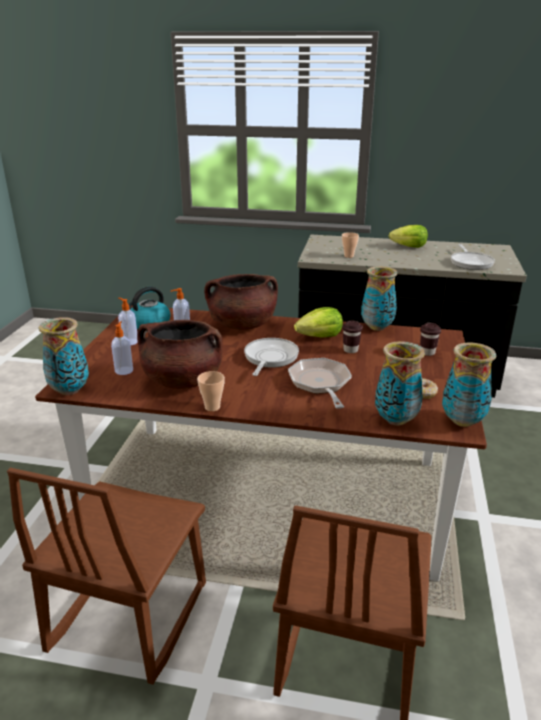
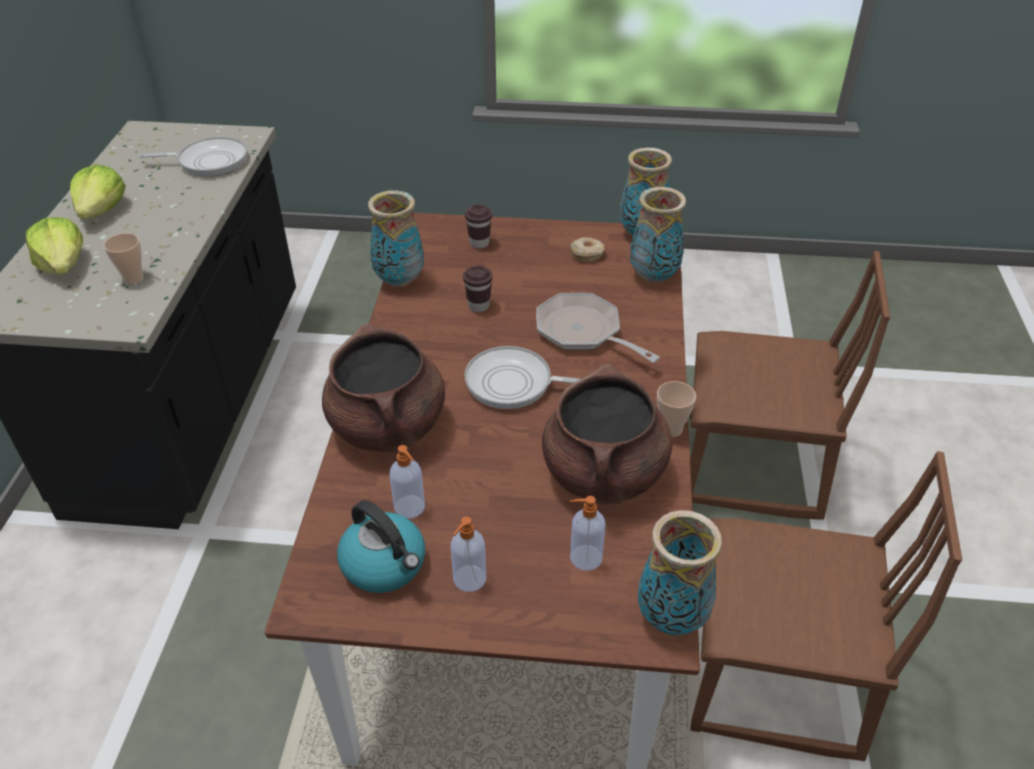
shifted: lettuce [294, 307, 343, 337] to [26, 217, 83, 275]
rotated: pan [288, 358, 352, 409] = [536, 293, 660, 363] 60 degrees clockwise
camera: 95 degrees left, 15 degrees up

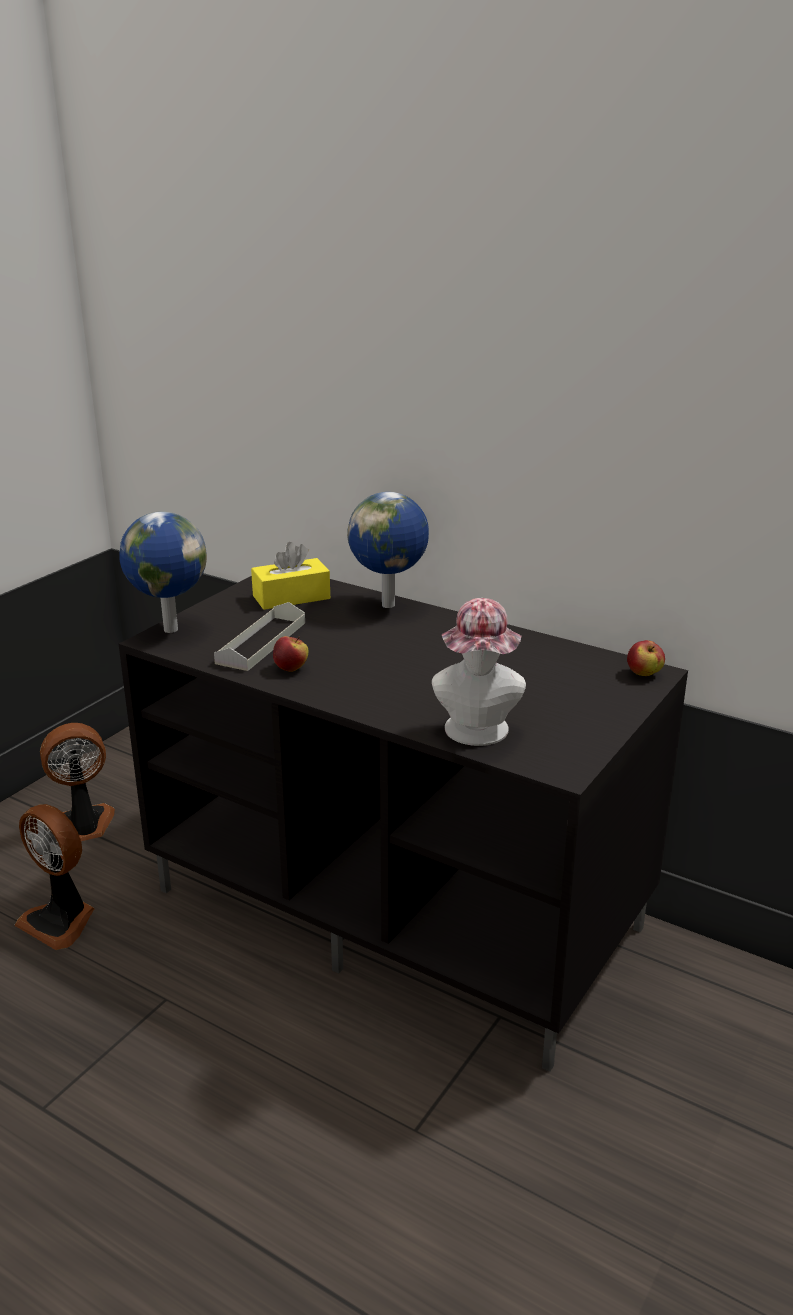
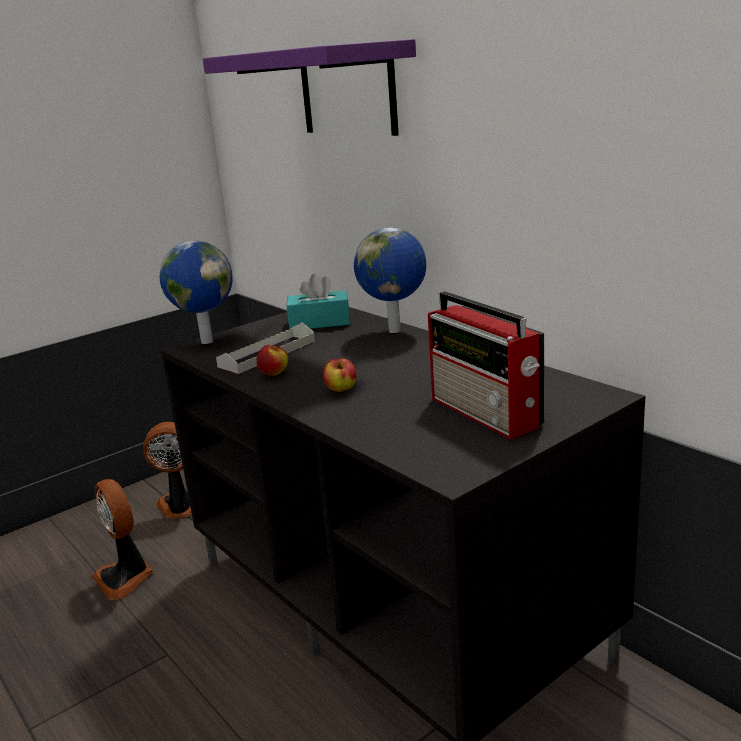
gone: hat [432, 598, 526, 746]
new: purple_bracket_shelf [203, 39, 416, 136]; radio_set [428, 291, 544, 440]
shifted: whole_apple [627, 640, 665, 676] to [323, 358, 356, 392]
repainted: yellowish_box_of_tissues [251, 542, 330, 610] to blue-green_box_of_tissues [287, 273, 350, 329]
camera: 20 degrees right, 5 degrees down

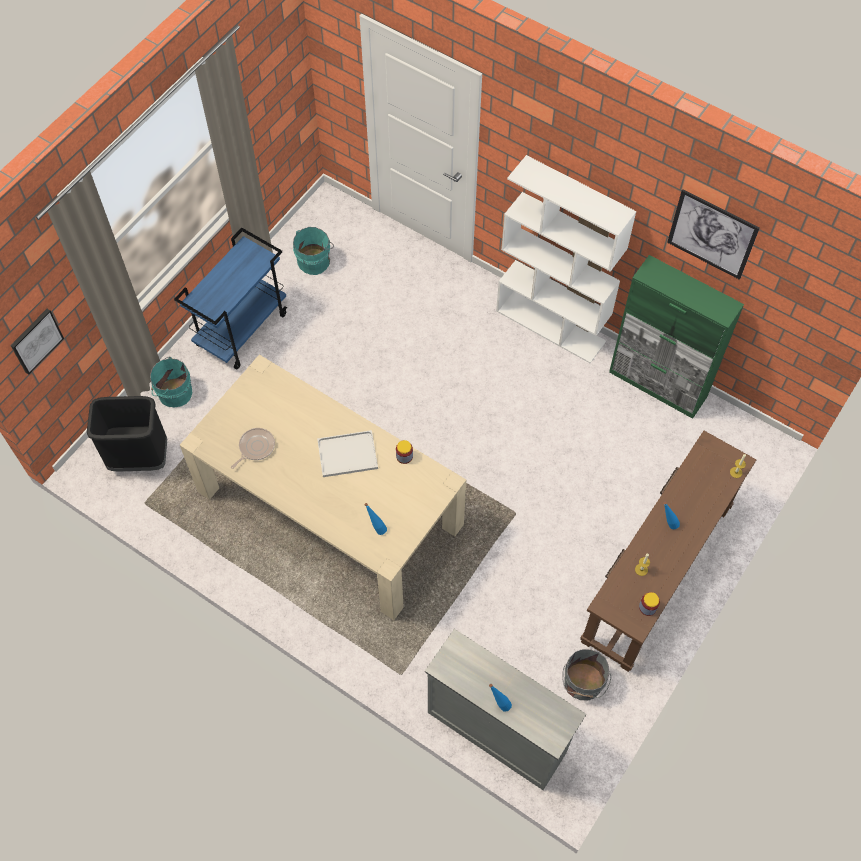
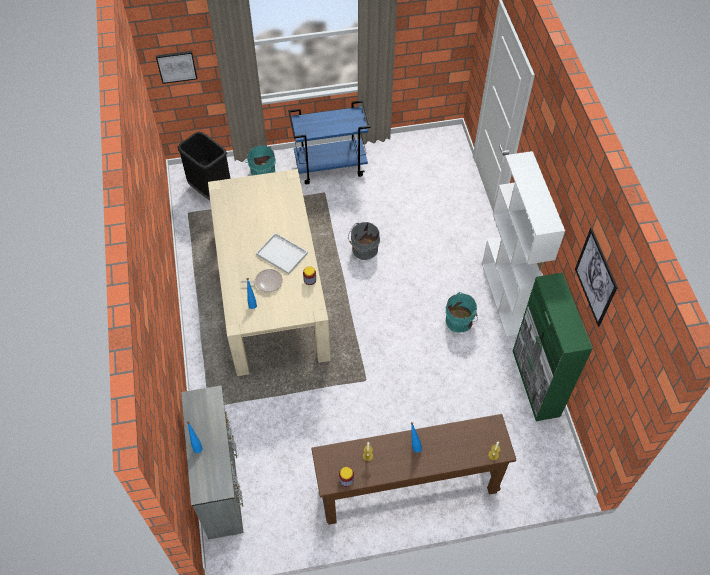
shifted: pan [231, 428, 275, 469] to [241, 269, 283, 292]; grey_pail [562, 649, 611, 701] to [348, 222, 380, 260]; blue-green_pail [293, 227, 334, 275] to [446, 292, 478, 333]
camera: 45 degrees right, 5 degrees down

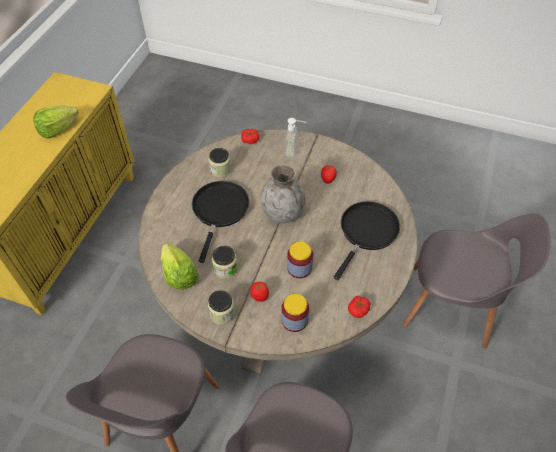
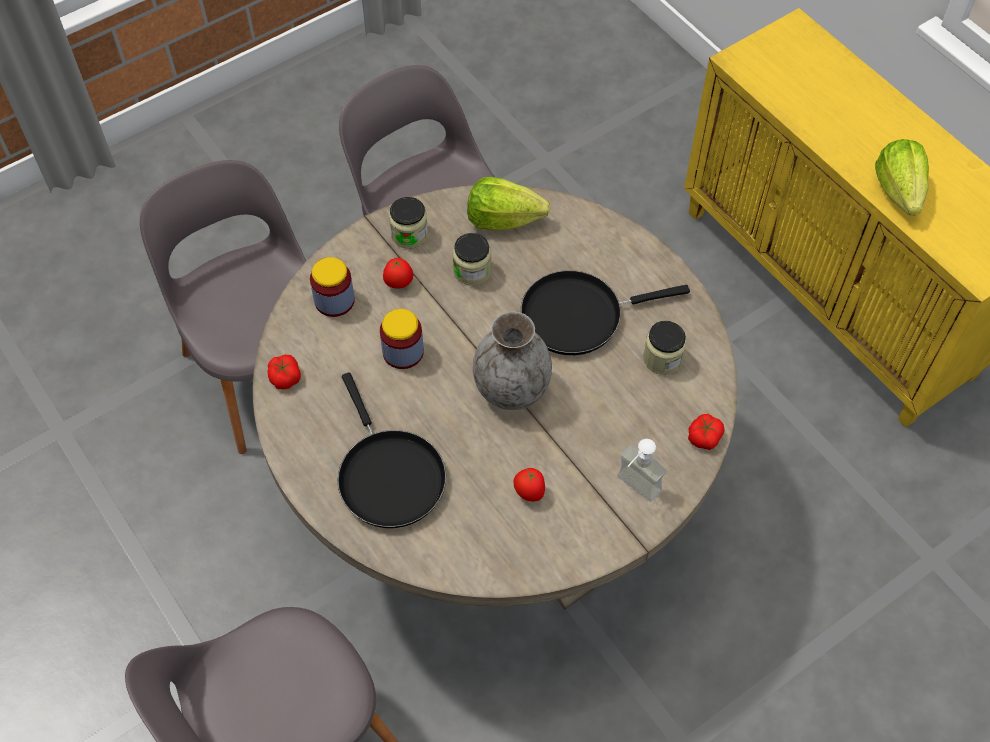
rotated: black-coloured_pan [192, 181, 249, 263] = [521, 270, 690, 355] 120 degrees clockwise
camera: 125 degrees right, 5 degrees up

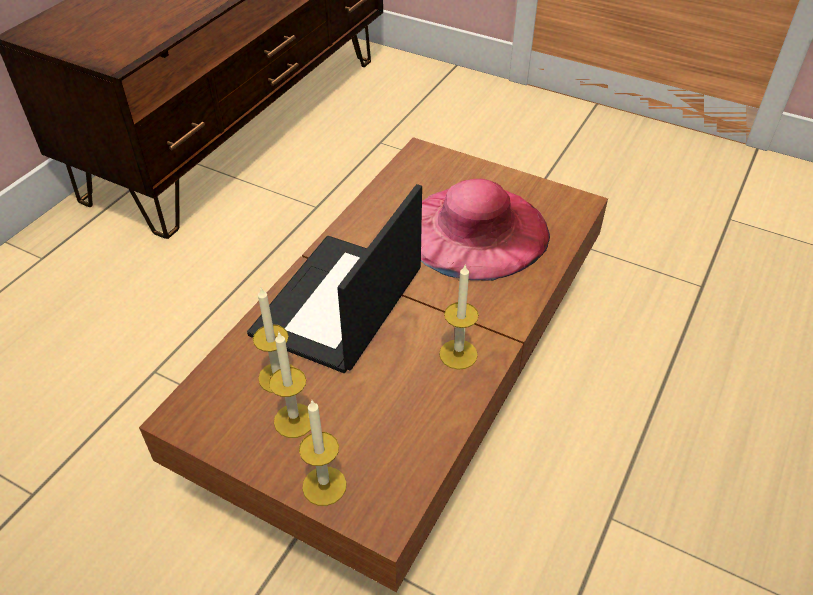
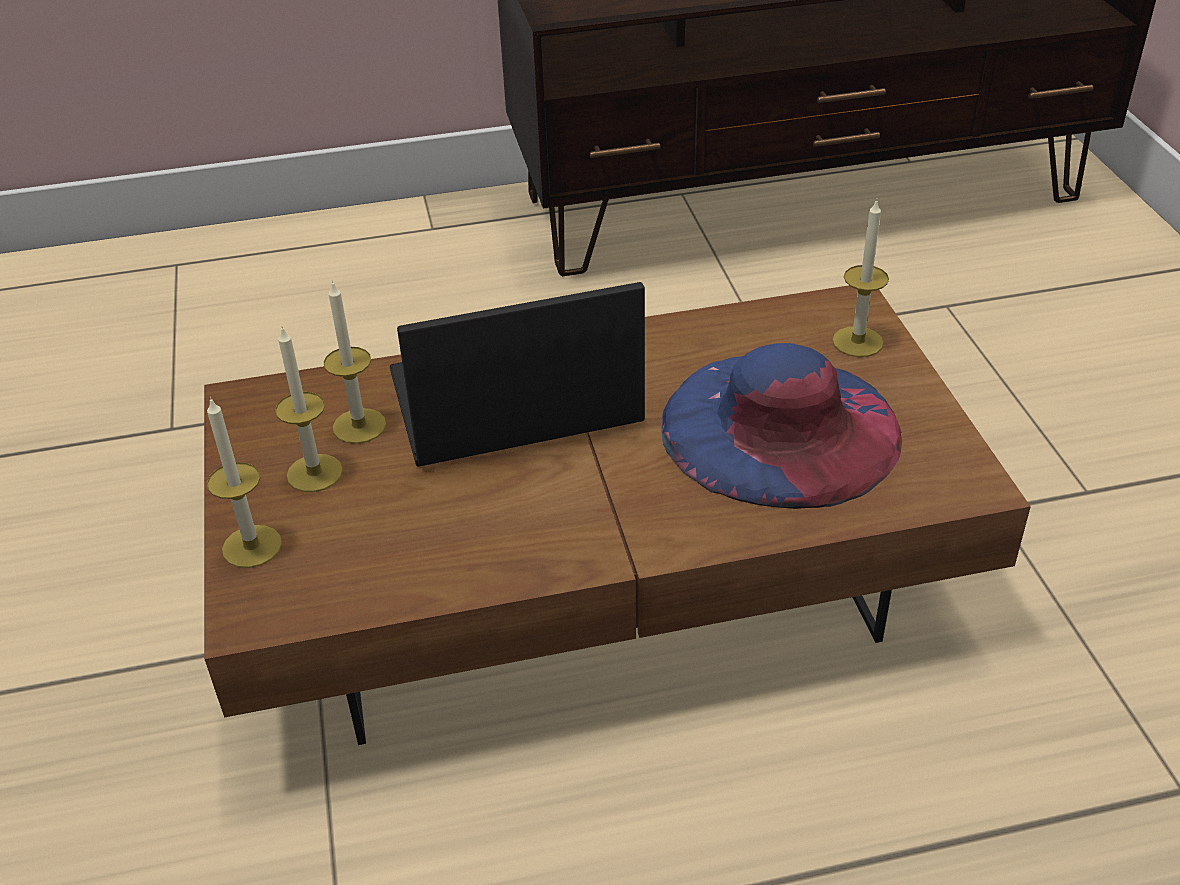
shifted: candle [439, 265, 479, 370] to [832, 199, 889, 357]
repainted: pink_hat [421, 179, 550, 281] to blue-coloured_hat [661, 343, 902, 509]
camera: 50 degrees right, 5 degrees down

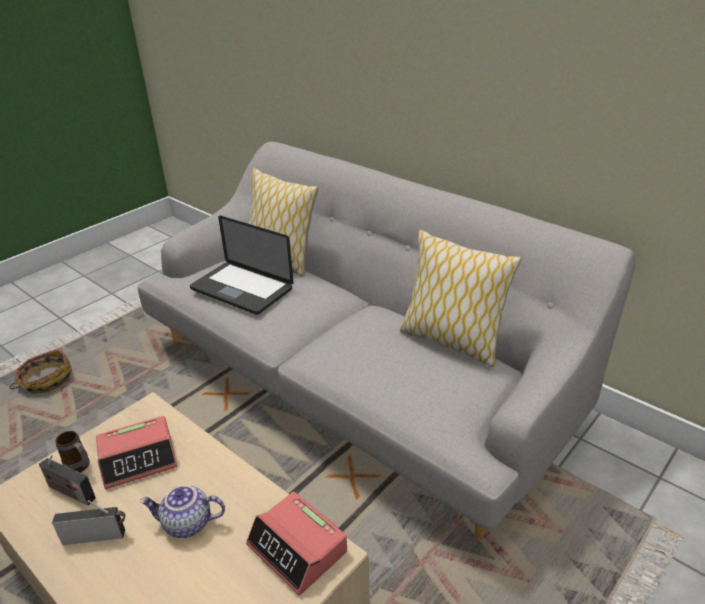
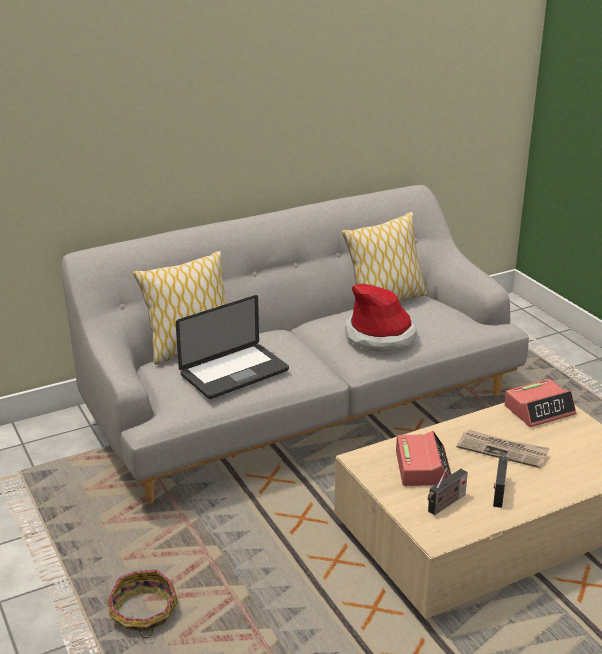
gone: tea_mug [55, 431, 90, 473]
new: hat [345, 284, 417, 352]
swapped: tea_pot [140, 485, 225, 538] to newspaper [457, 430, 550, 468]
camera: 70 degrees left, 5 degrees down

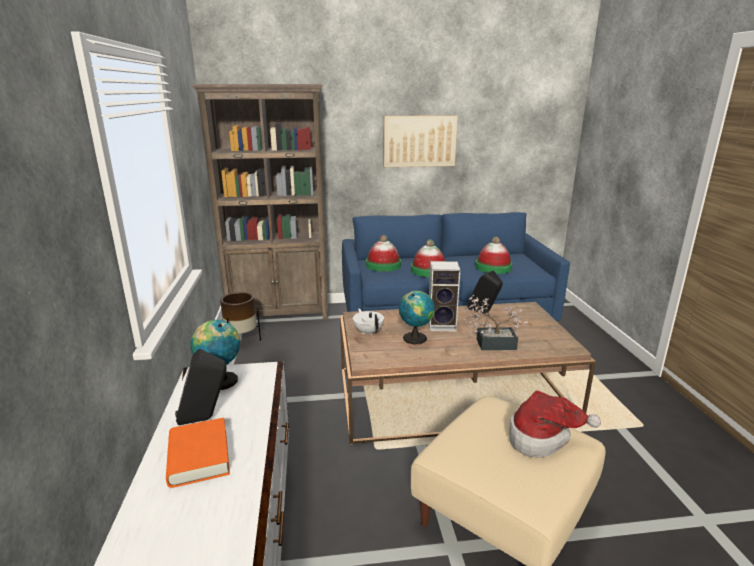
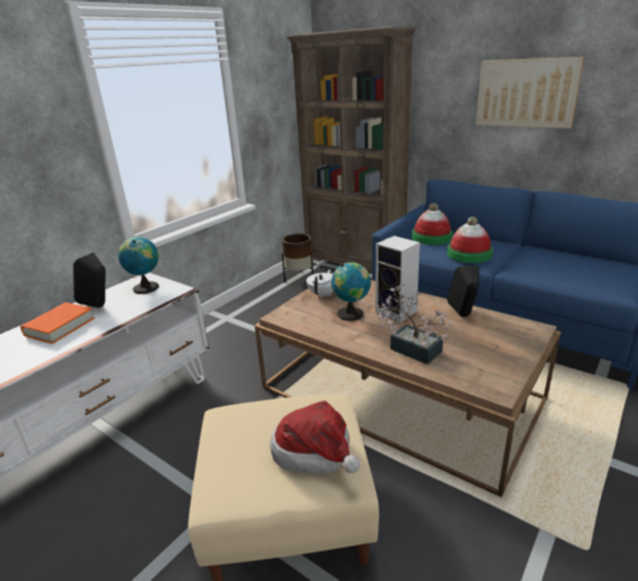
gone: hat [475, 237, 512, 274]
camera: 45 degrees right, 5 degrees up

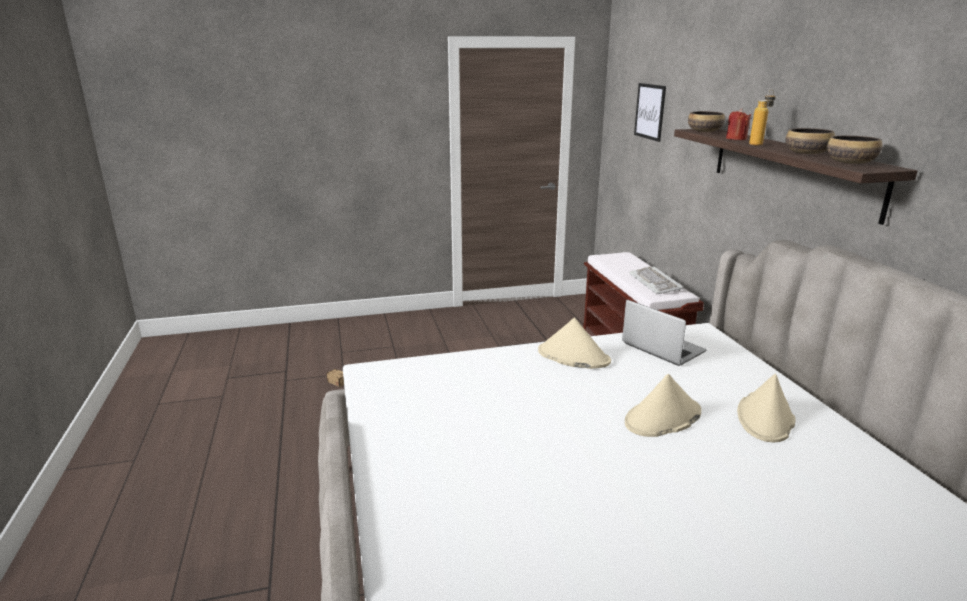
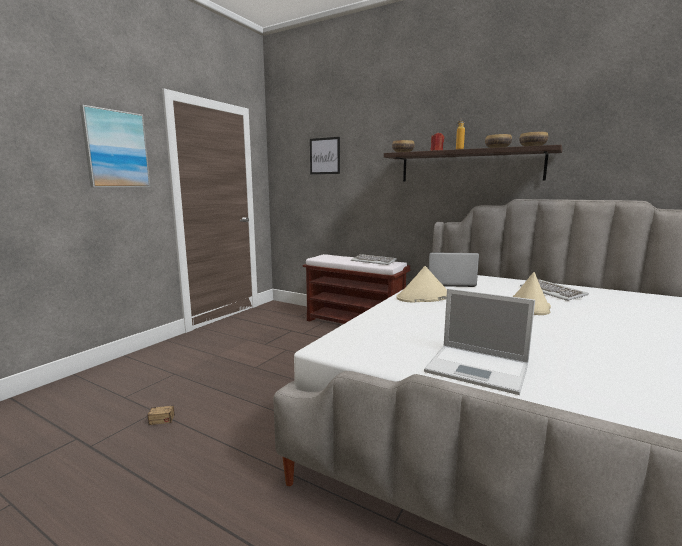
new: wall_picture [80, 105, 151, 187]; laptop [424, 288, 535, 395]
swapped: beige-coloured_hat [737, 374, 796, 442] to PC_keyboard [520, 280, 589, 301]
camera: 45 degrees left, 10 degrees down

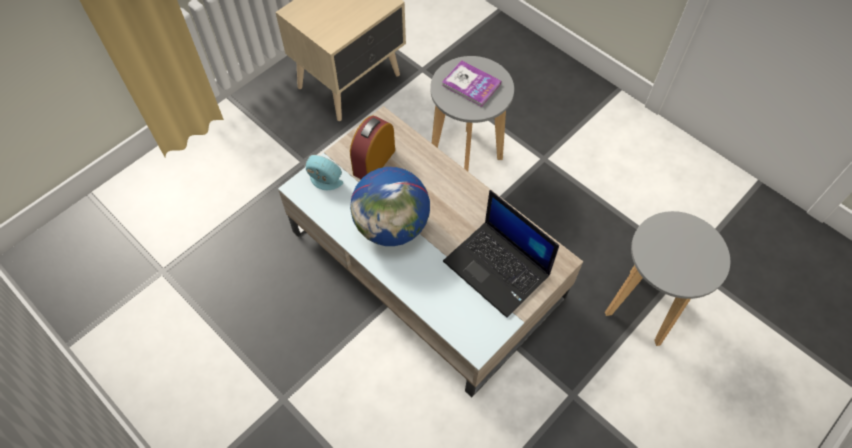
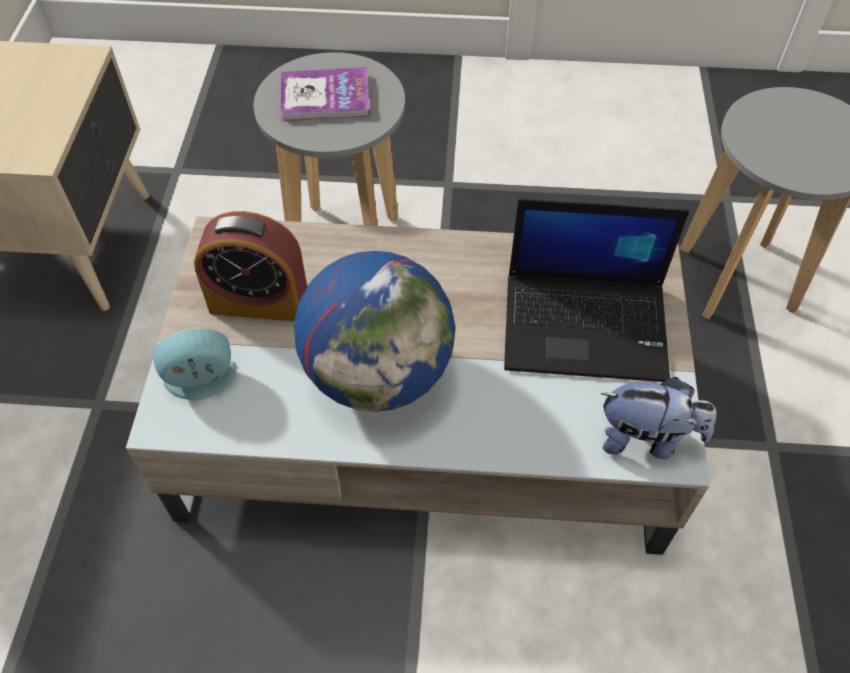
new: cuddly_toy [601, 377, 717, 459]
rotated: table_clock [350, 116, 395, 179] = [194, 211, 307, 321] 75 degrees counterclockwise
camera: 40 degrees left, 5 degrees down

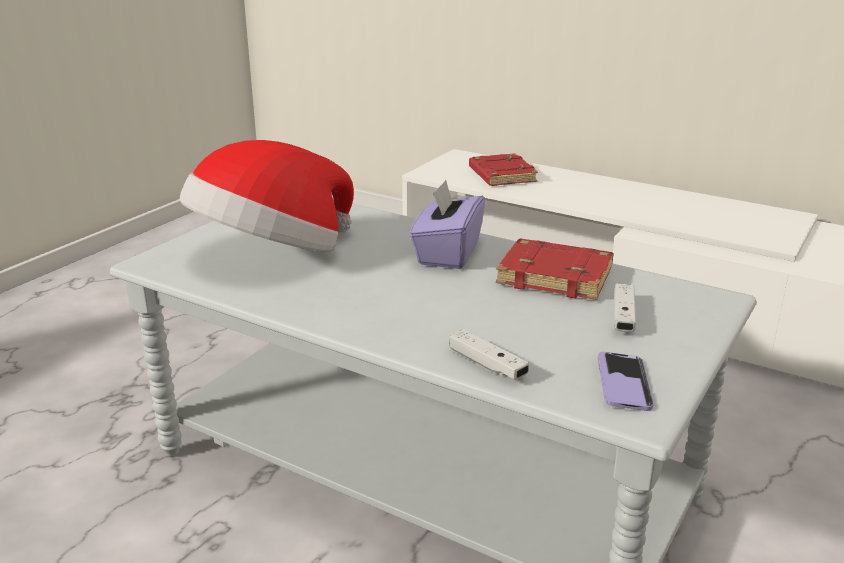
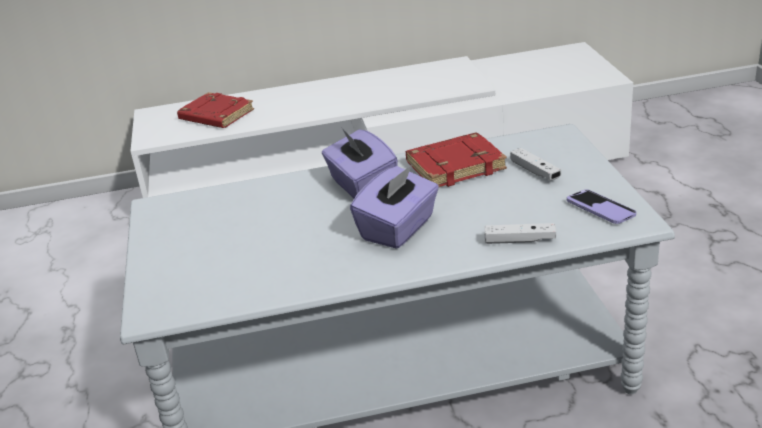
gone: hat [180, 140, 354, 252]
new: purple_box_of_tissues [350, 165, 439, 249]
camera: 40 degrees left, 5 degrees up

